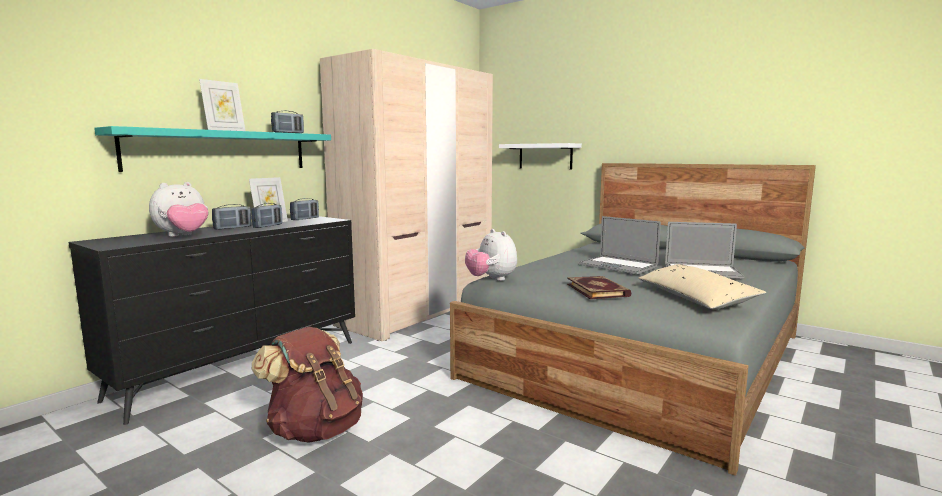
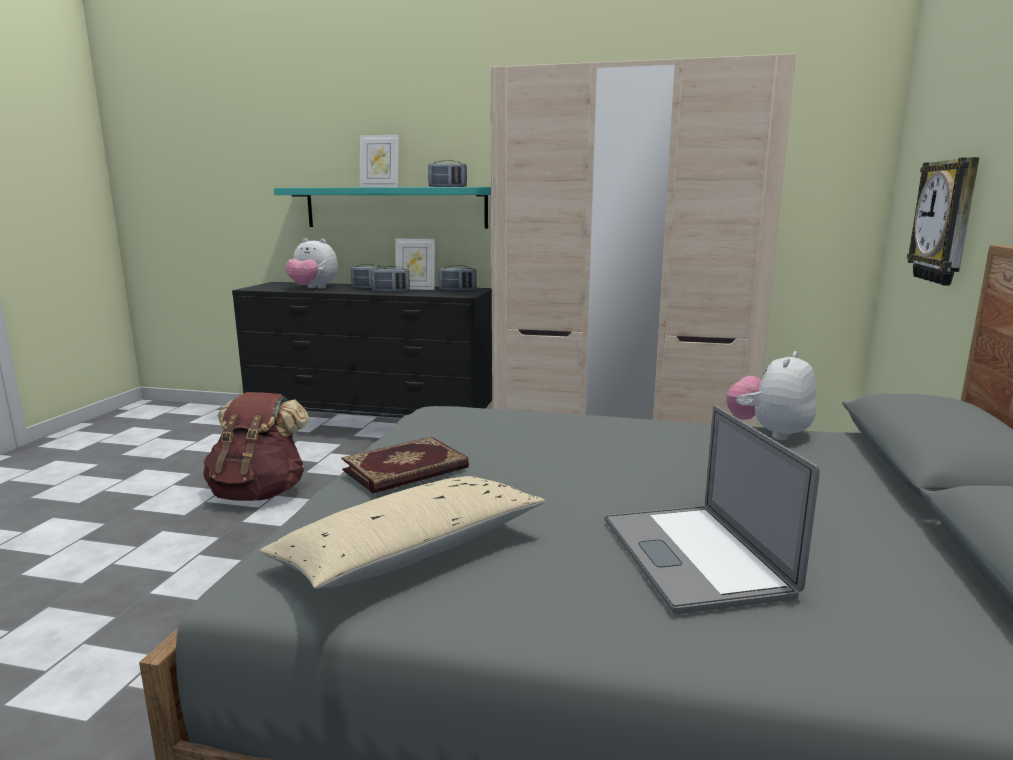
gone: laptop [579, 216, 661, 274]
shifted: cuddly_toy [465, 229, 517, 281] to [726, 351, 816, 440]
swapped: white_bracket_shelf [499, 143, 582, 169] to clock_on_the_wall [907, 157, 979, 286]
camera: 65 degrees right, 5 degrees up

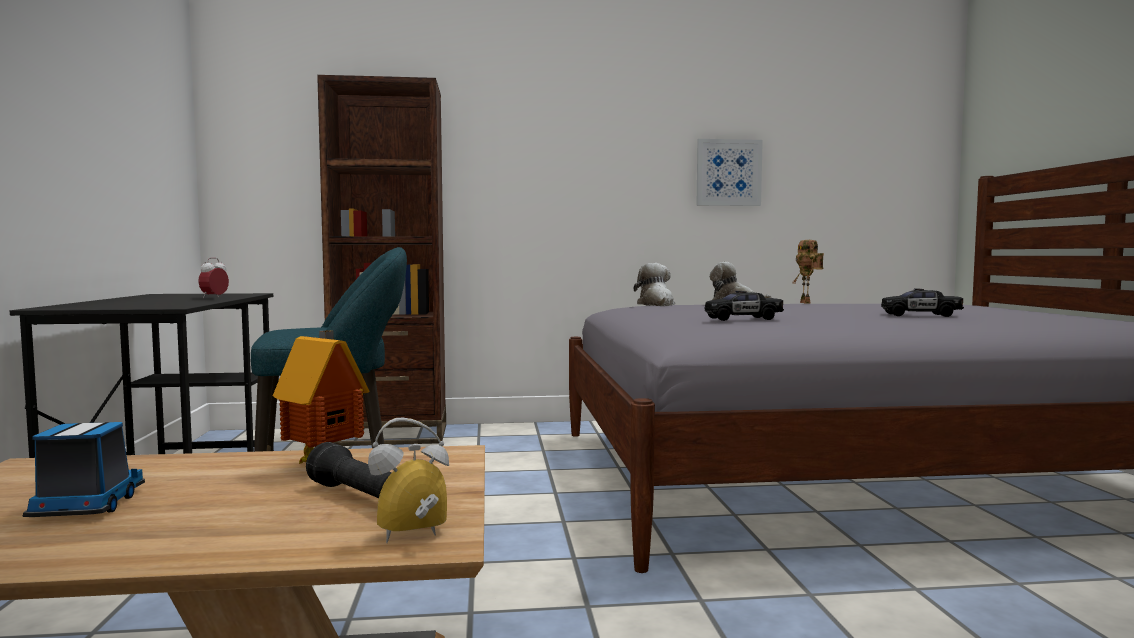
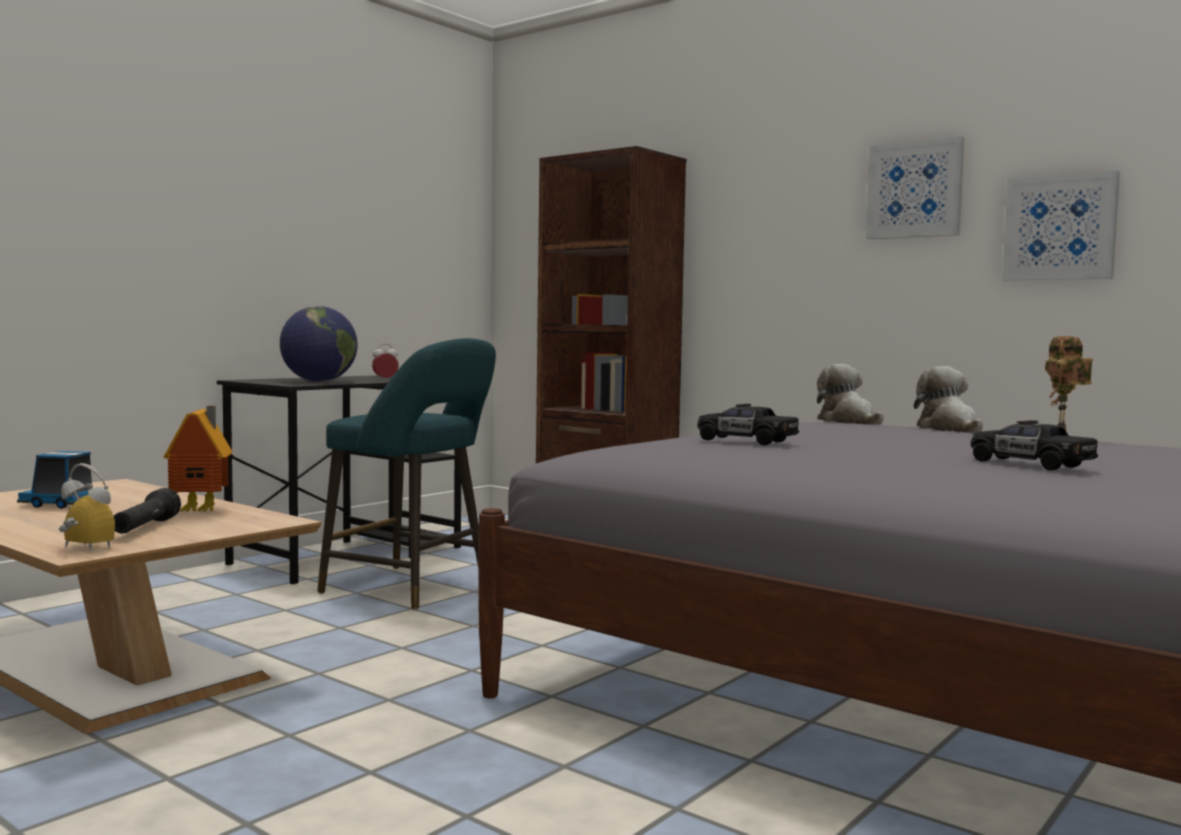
new: globe [280, 306, 358, 382]; wall_picture [865, 136, 965, 239]
rotated: toy_lorry [22, 422, 145, 517] = [17, 451, 92, 509] 120 degrees counterclockwise; cuddly_toy [634, 263, 675, 306] = [817, 364, 884, 425] 60 degrees counterclockwise
camera: 45 degrees right, 0 degrees up

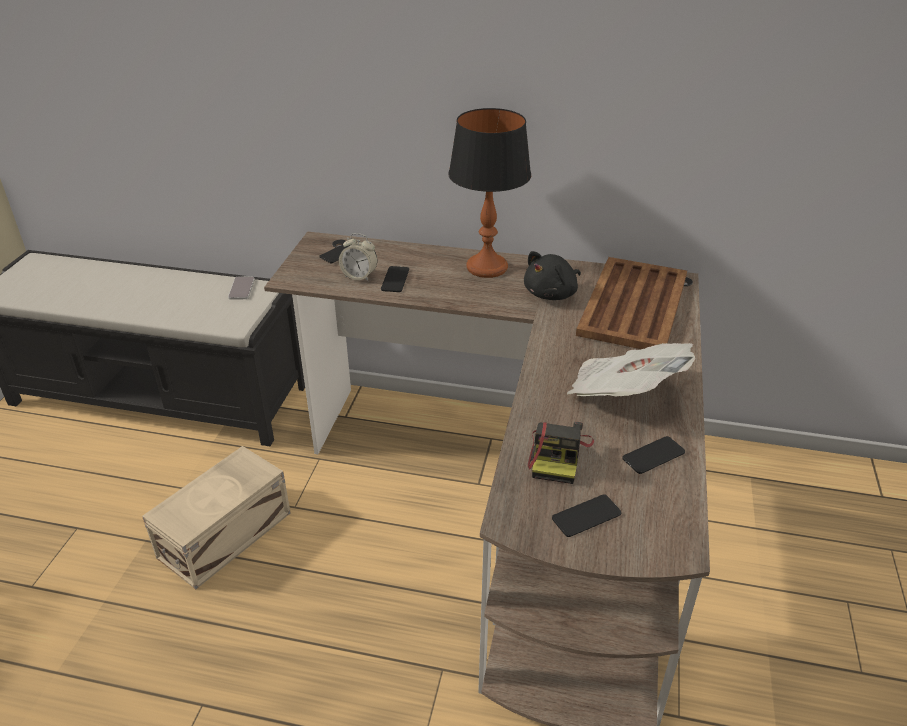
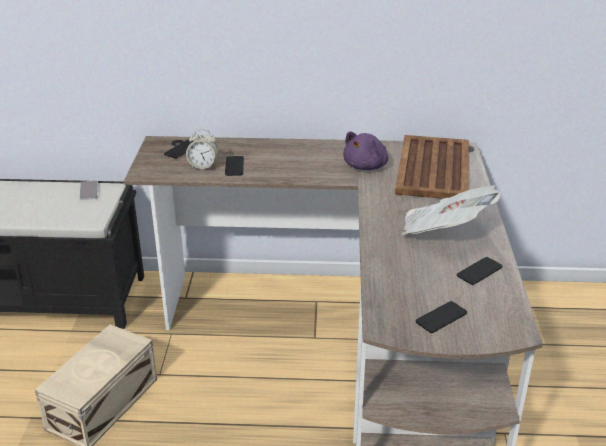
gone: lamp_for_a_table [448, 108, 531, 278]; photo_camera [528, 422, 594, 484]
repainted: black-coloured_cuddly_toy [524, 251, 581, 300] to purple_cuddly_toy [343, 132, 388, 170]
camera: 10 degrees left, 5 degrees down

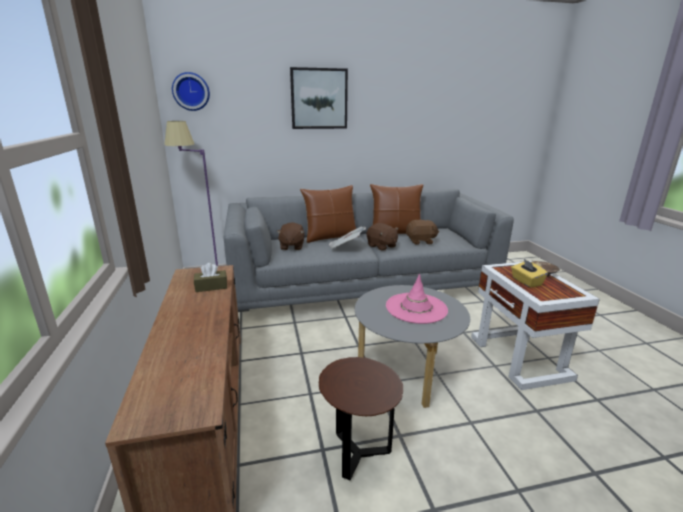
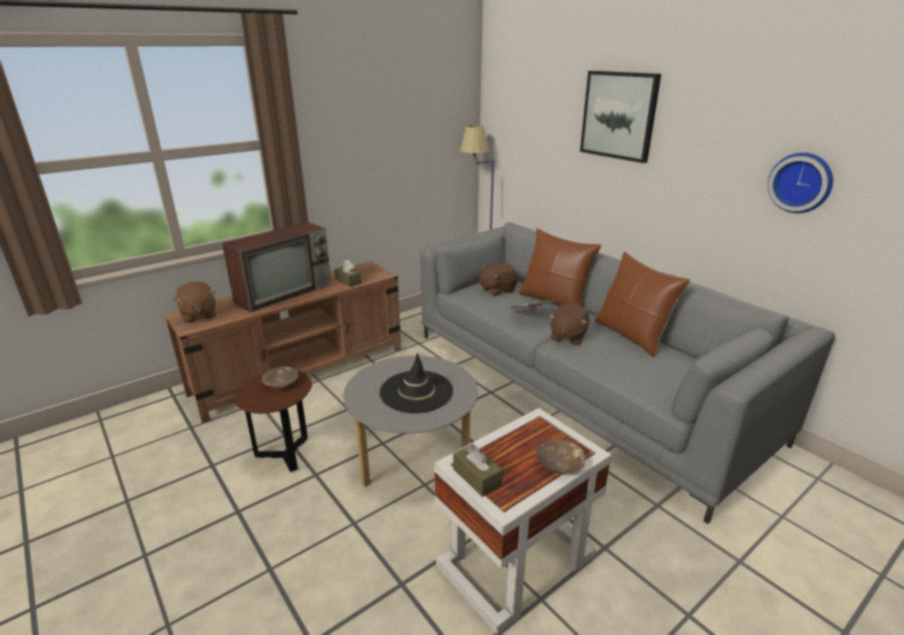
gone: yellowish_box_of_tissues [511, 259, 548, 288]
new: television [222, 222, 331, 313]; brown_bowl [261, 367, 299, 389]; brown_box_of_tissues [453, 444, 503, 497]
shifted: brown_cuddly_toy [406, 220, 439, 245] to [174, 282, 216, 323]; clock_on_the_wall [172, 72, 210, 111] to [768, 153, 833, 213]
repainted: pink_hat [386, 273, 448, 324] to black-coloured_hat [380, 353, 453, 413]
camera: 65 degrees right, 5 degrees up

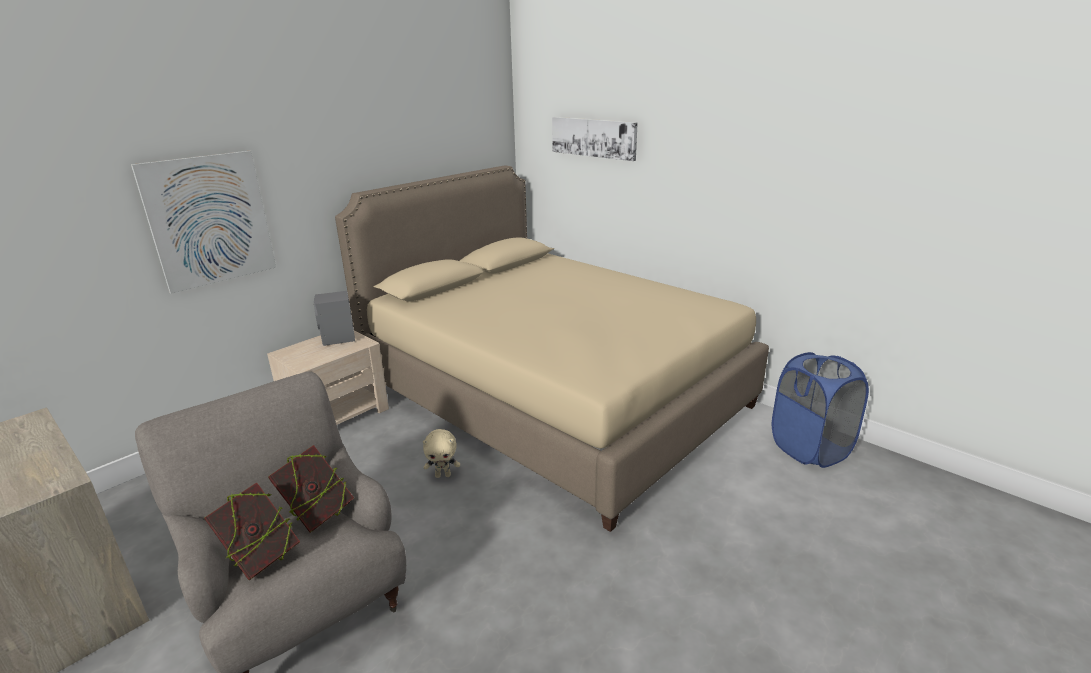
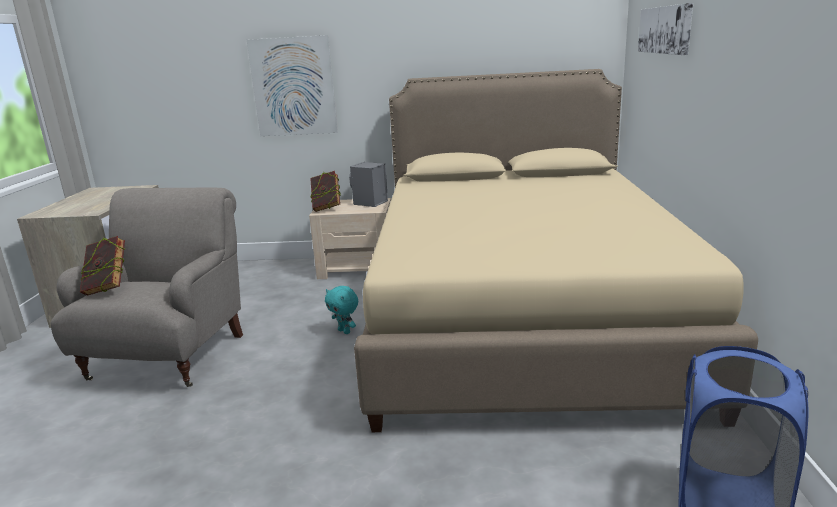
shifted: volume [268, 445, 354, 533] to [310, 171, 341, 212]
repainted: beige-coloured_cuddly_toy [423, 429, 460, 478] to blue-green_cuddly_toy [325, 286, 358, 334]
camera: 50 degrees right, 5 degrees down

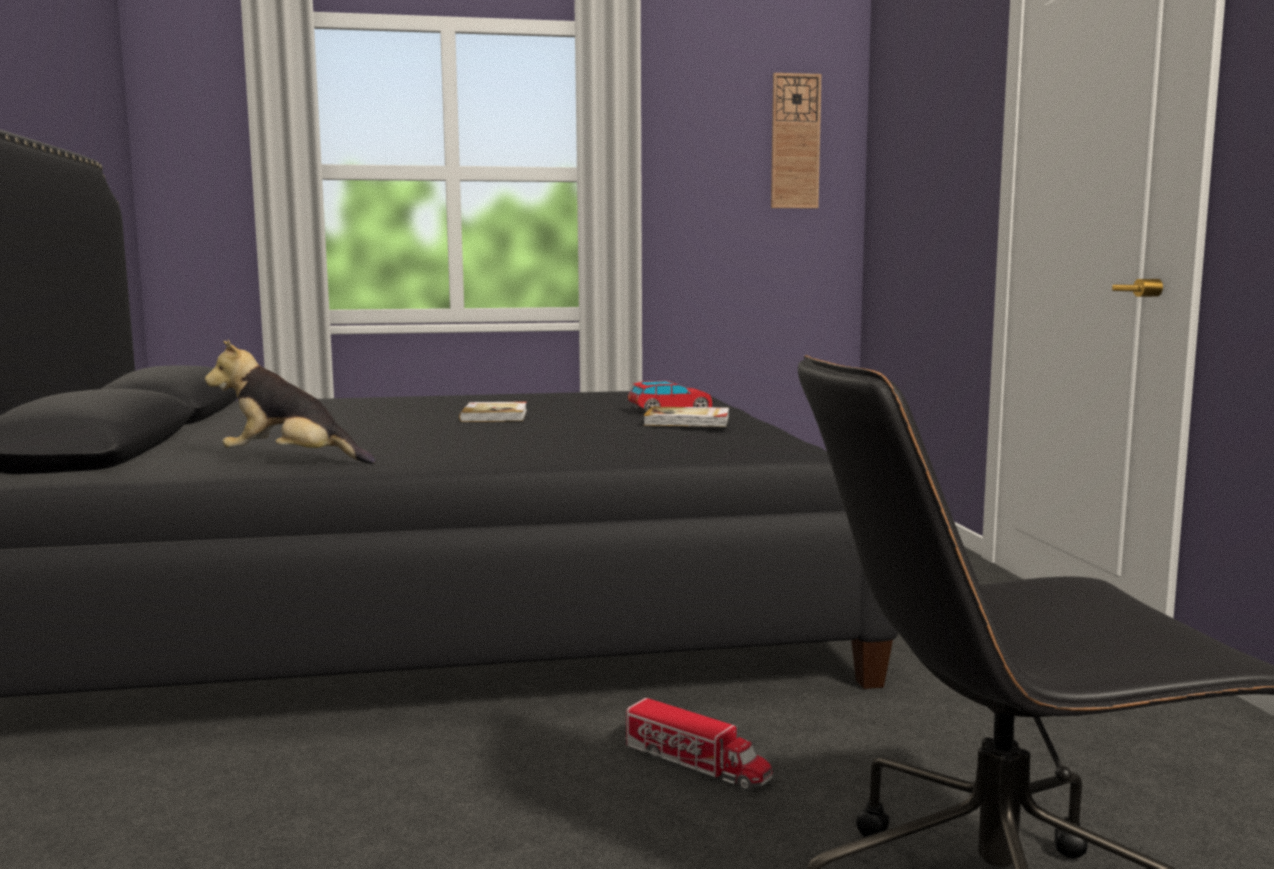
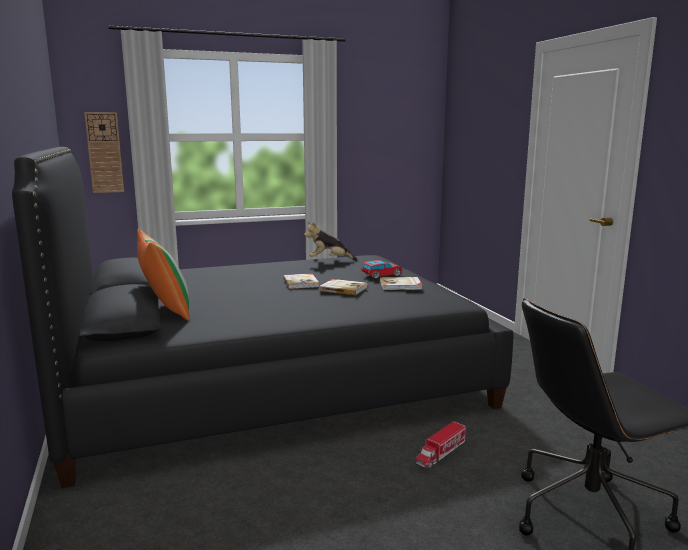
new: cushion [137, 228, 189, 321]; volume [319, 279, 368, 295]
shifted: clock_on_the_wall [771, 73, 822, 208] to [84, 112, 124, 193]; cuddly_toy [205, 339, 376, 464] to [304, 222, 358, 260]
rotated: toy_lorry [624, 698, 772, 791] = [415, 421, 466, 468] 105 degrees clockwise
camera: 10 degrees left, 5 degrees up

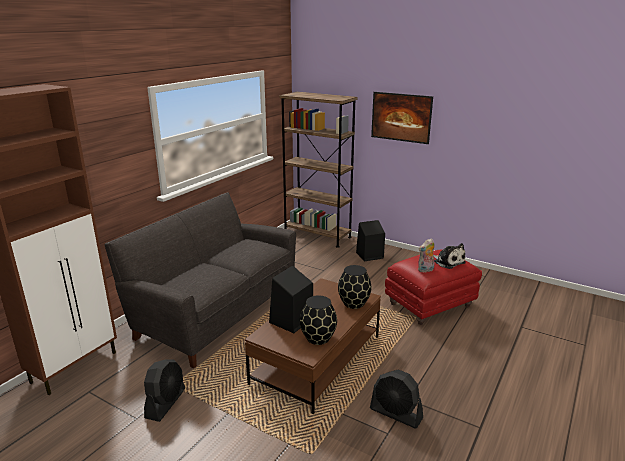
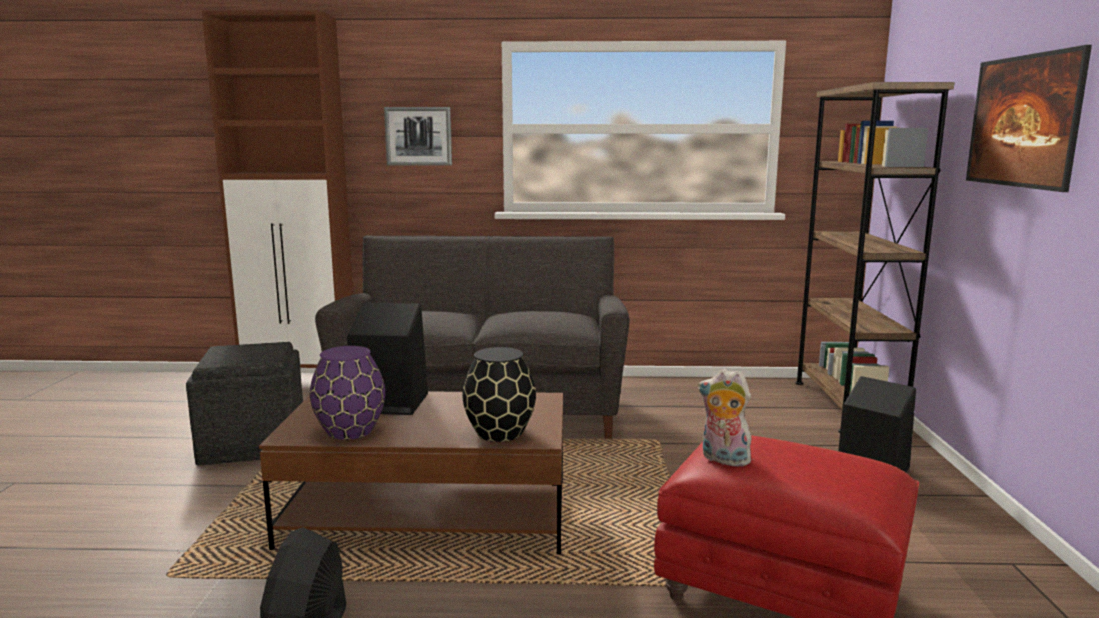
gone: cuddly_toy [433, 243, 466, 269]
new: wall_picture [384, 107, 452, 166]
swapped: black-coloured_cooling_fan [144, 360, 185, 422] to grey_pouffe [186, 342, 303, 465]
repainted: black-coloured_flower_vase [300, 295, 337, 345] to purple_flower_vase [310, 346, 385, 440]
camera: 60 degrees right, 10 degrees down

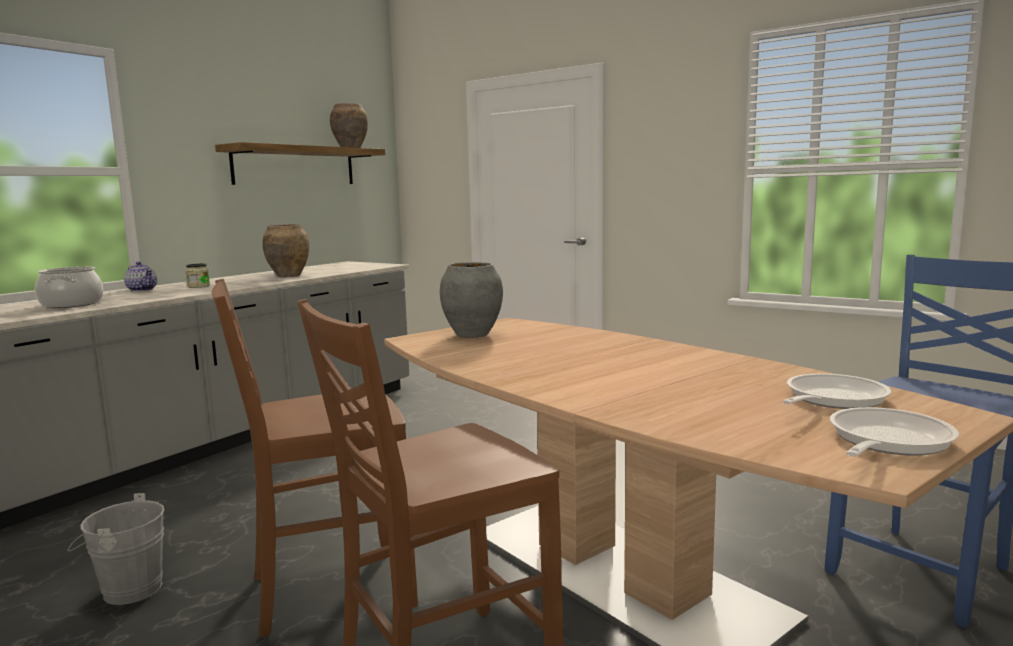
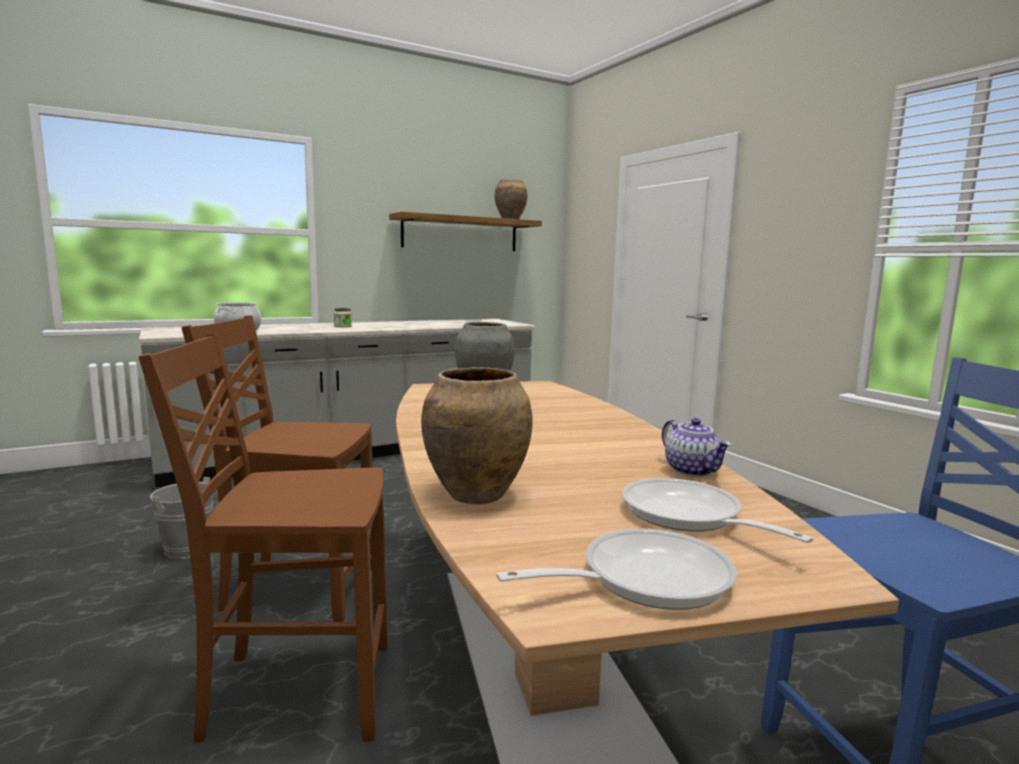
shifted: brown_flower_vase [262, 224, 309, 277] to [421, 367, 533, 504]; tea_pot [124, 261, 157, 291] to [662, 418, 731, 477]
rotated: pan [782, 374, 891, 409] = [622, 478, 813, 543] 105 degrees counterclockwise
camera: 25 degrees right, 0 degrees up

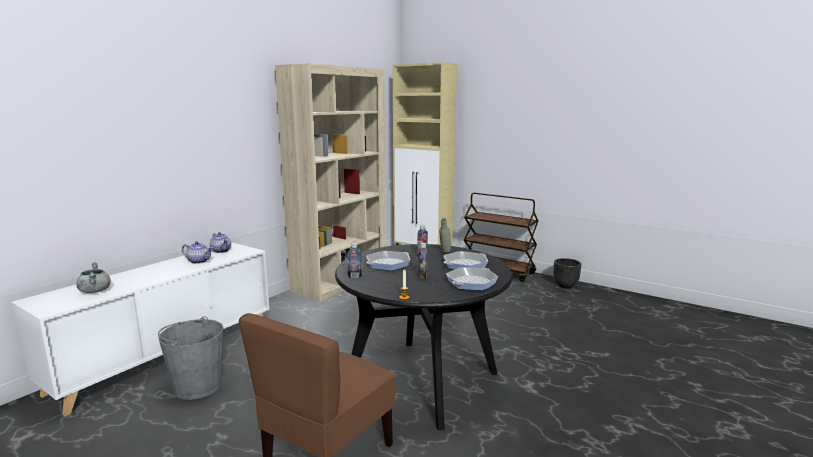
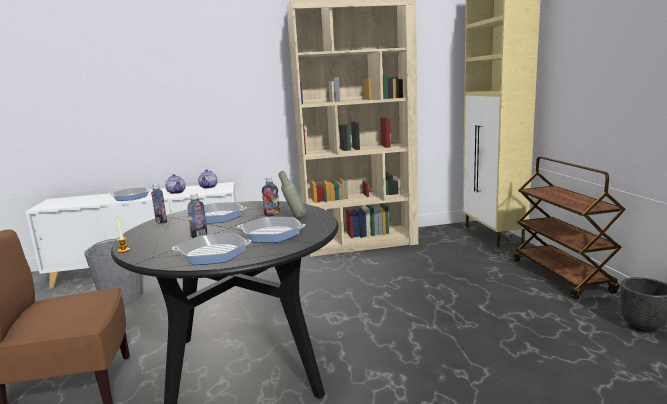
gone: grey_stockpot [76, 263, 111, 293]
new: pan [110, 188, 151, 201]
camera: 45 degrees right, 0 degrees up

